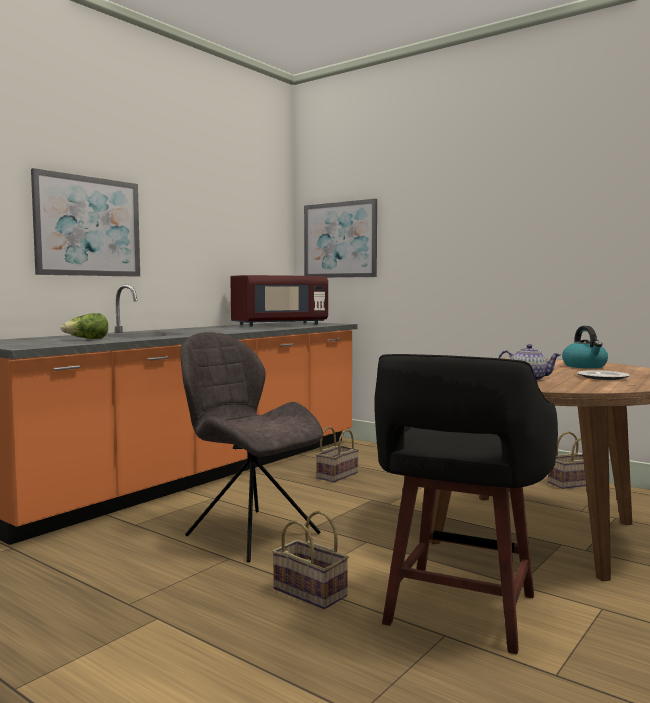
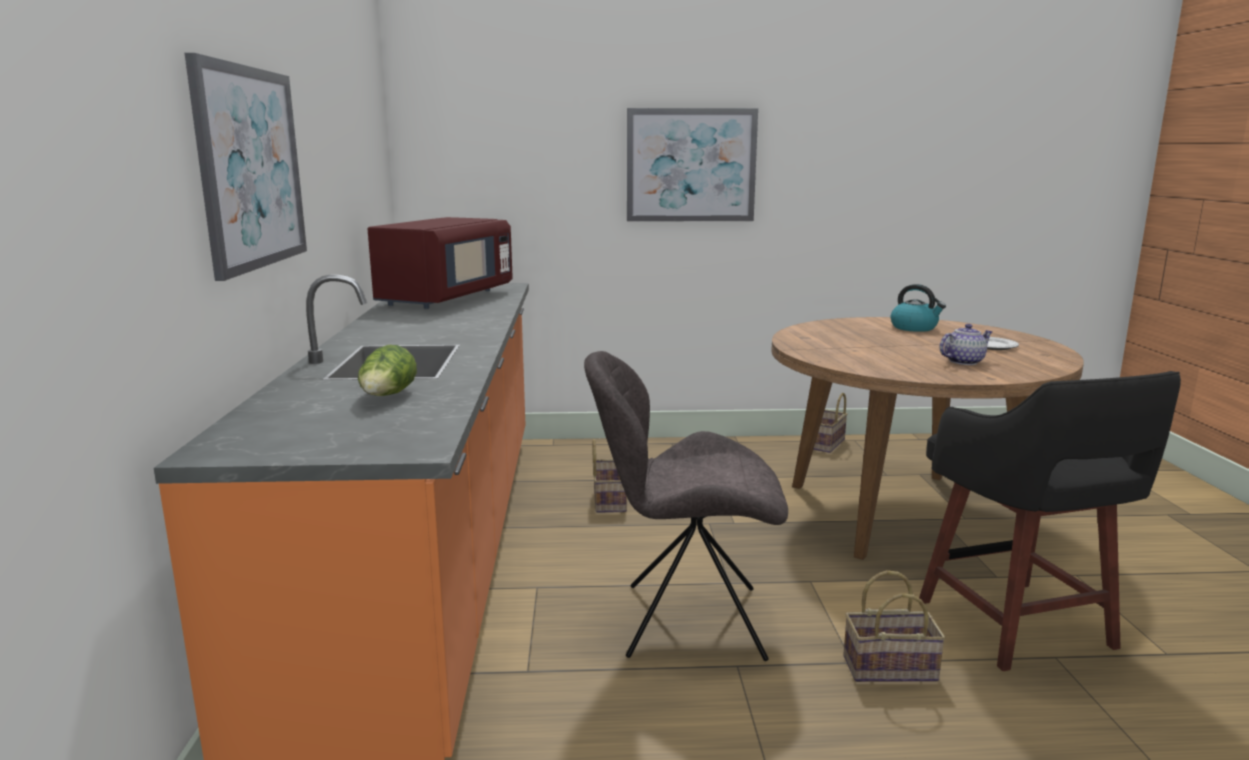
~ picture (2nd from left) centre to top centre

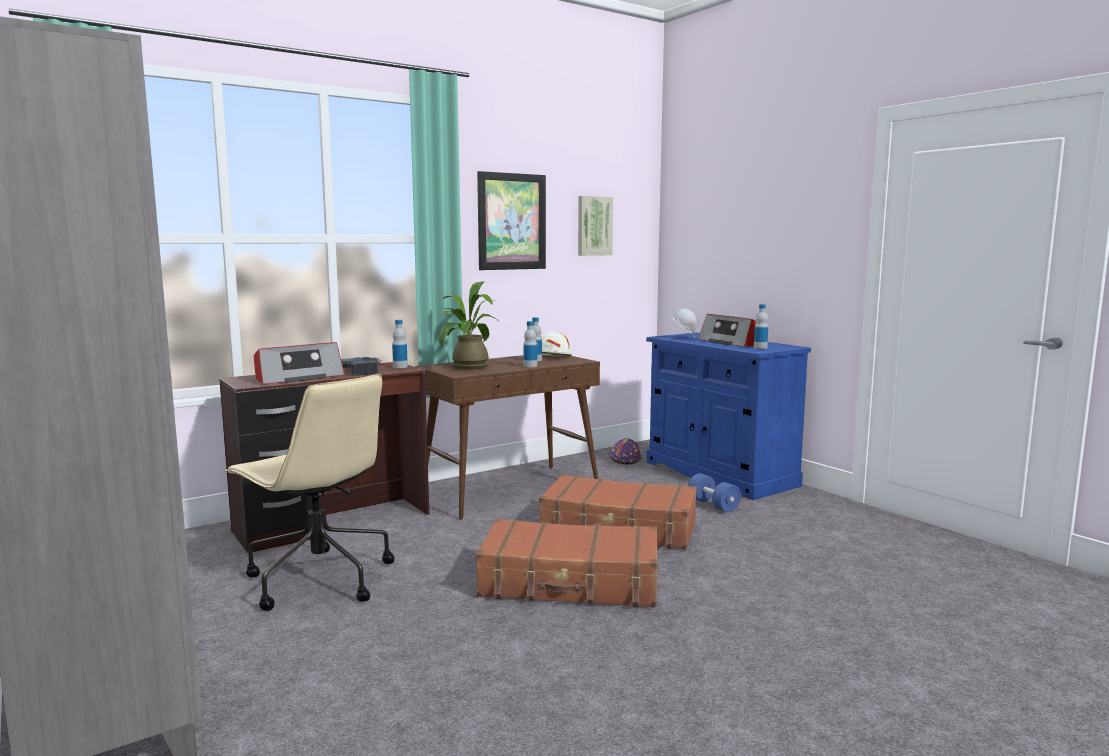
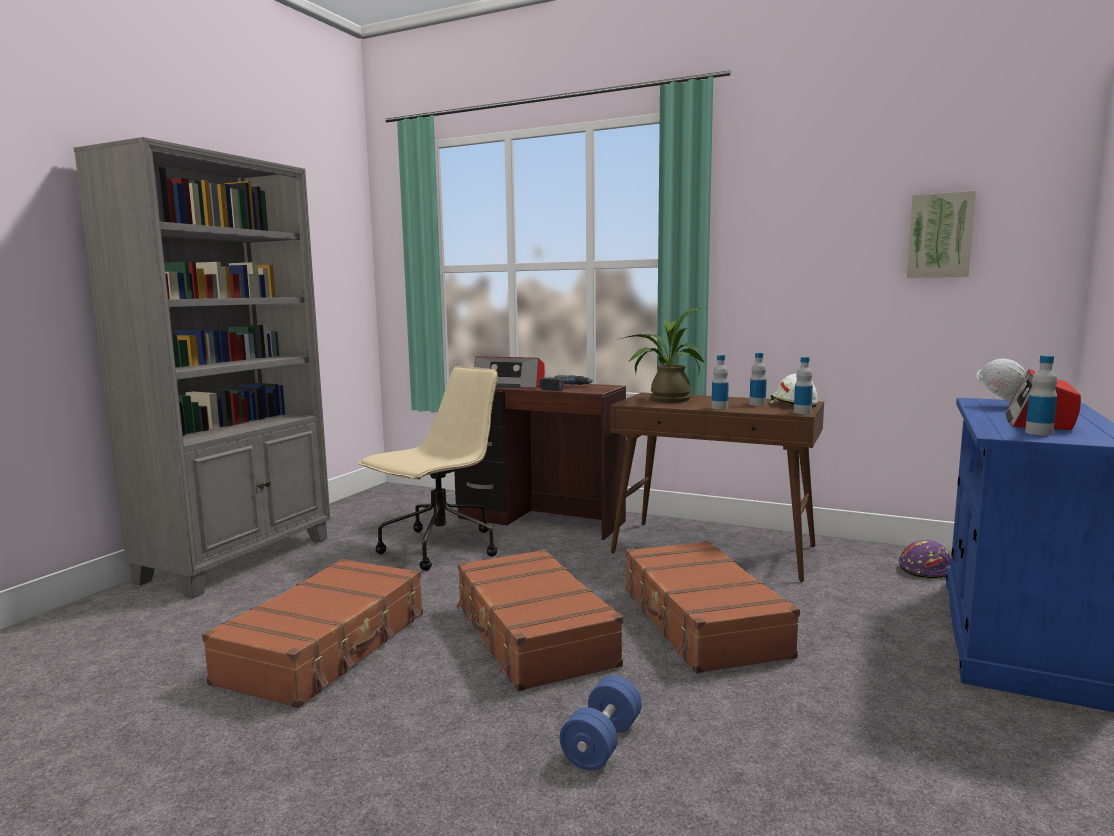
- picture (1st from left) top centre
~ bottle (1st from left in the first image) centre to bottle (3rd from left) middle right
~ office chair/beige middle left = centre 150 degrees counterclockwise
~ dumbbell/blue centre to bottom centre
+ suitcase/brown (1st from left) bottom left

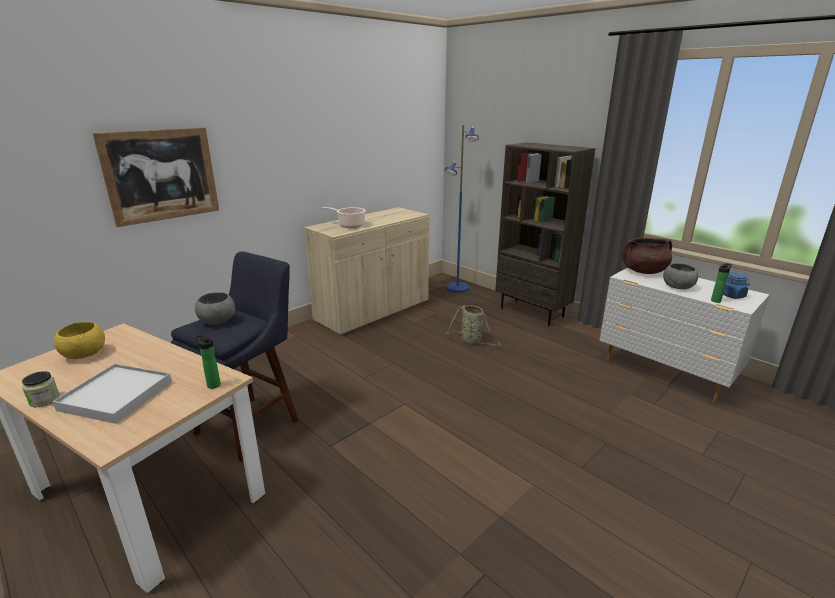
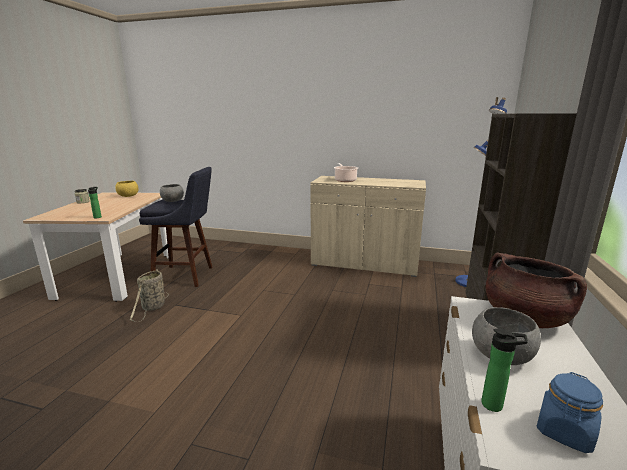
- picture top left
~ basket centre to middle left
- tray/white middle left

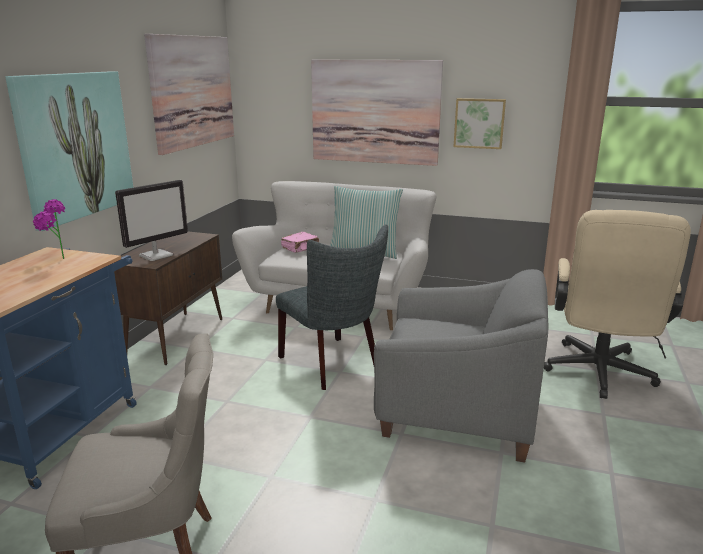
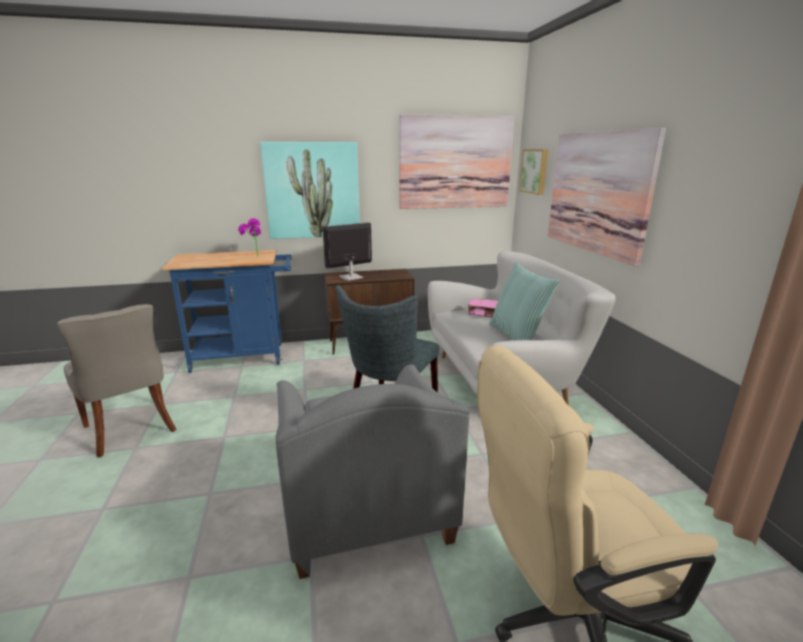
~ picture (4th from left in the first image) top right to picture (3rd from left) top centre
~ monitor middle left = centre 135 degrees clockwise

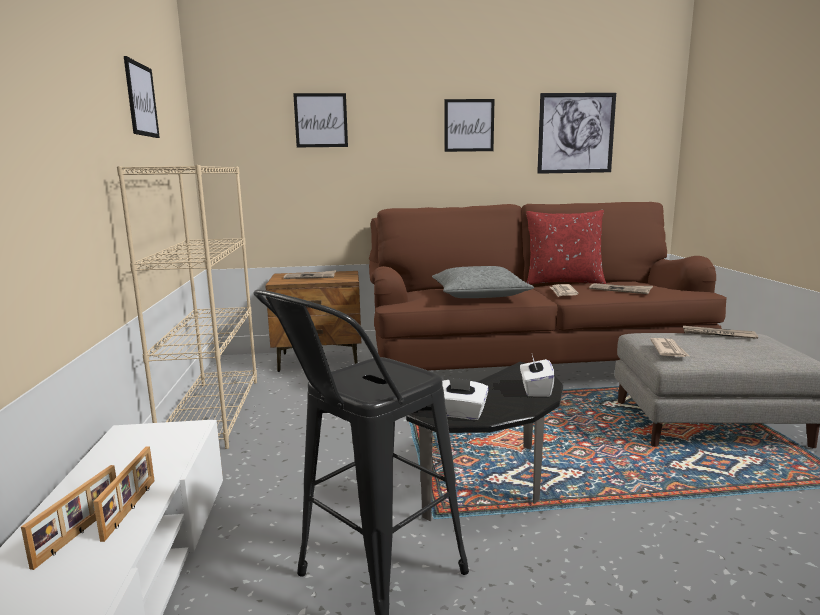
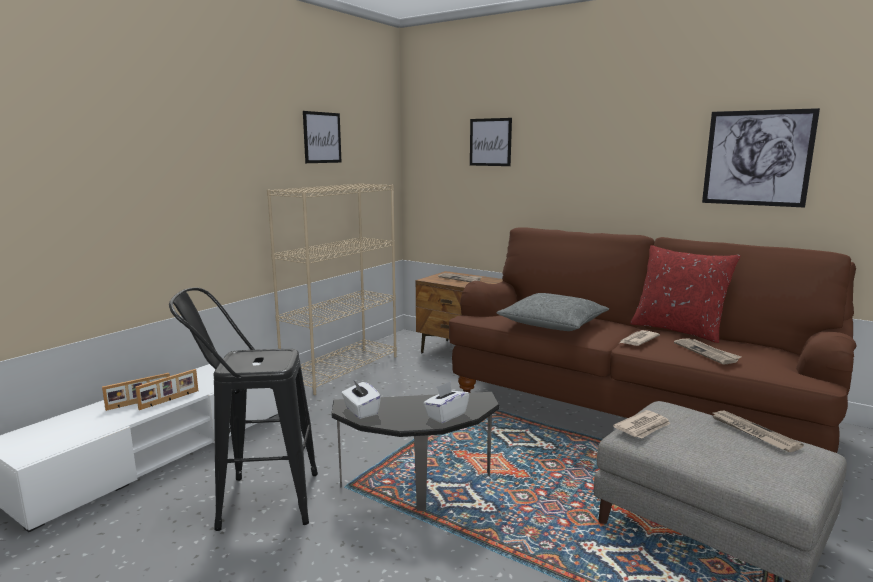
- picture (3rd from left) top centre

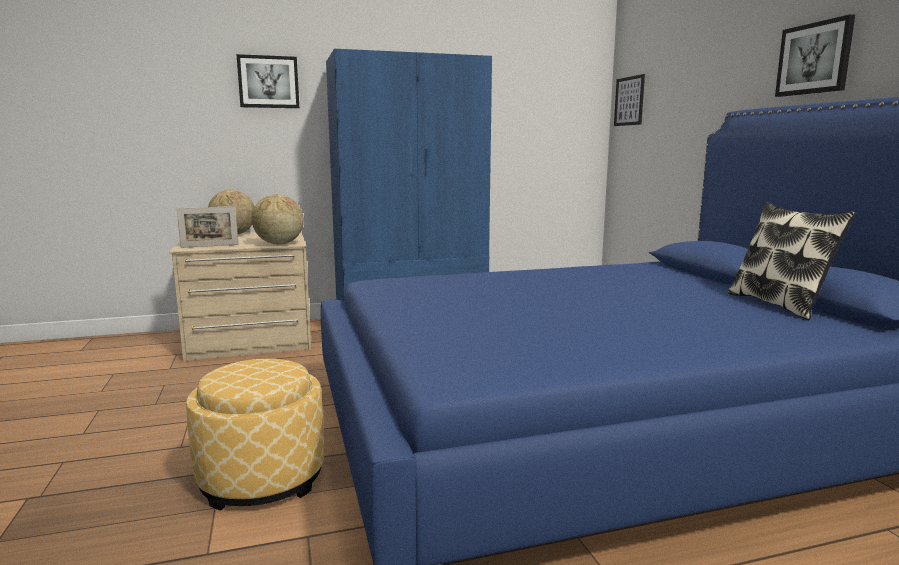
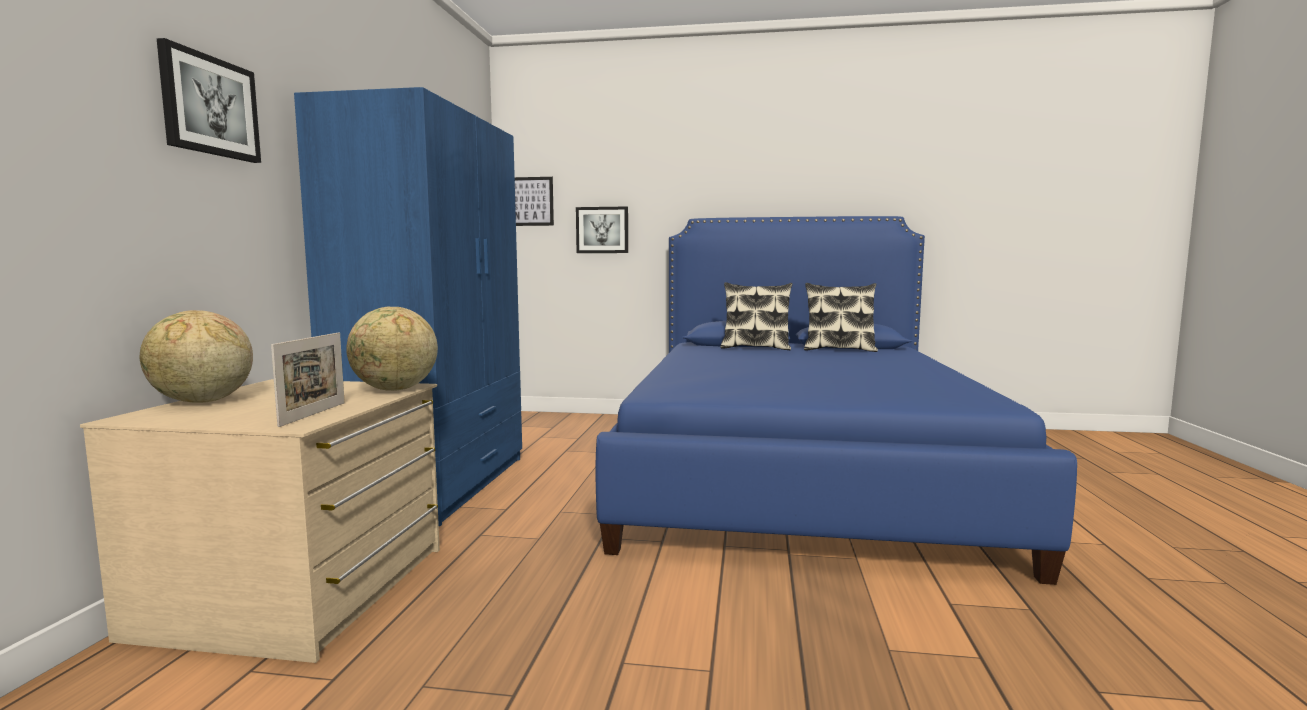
~ picture (3rd from left) top right to top centre
- ottoman bottom left
+ pillow (1st from left) centre

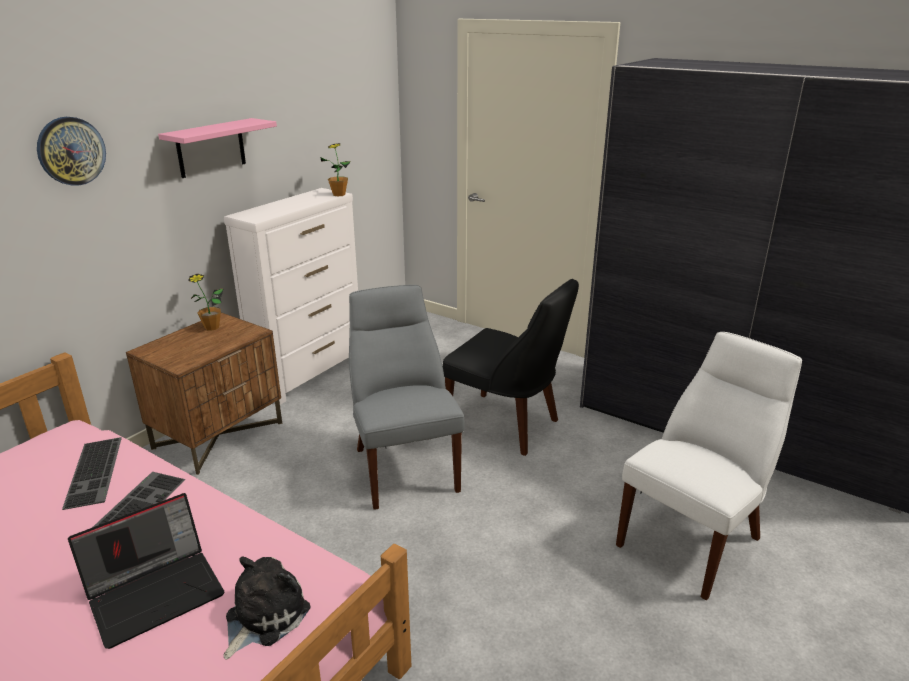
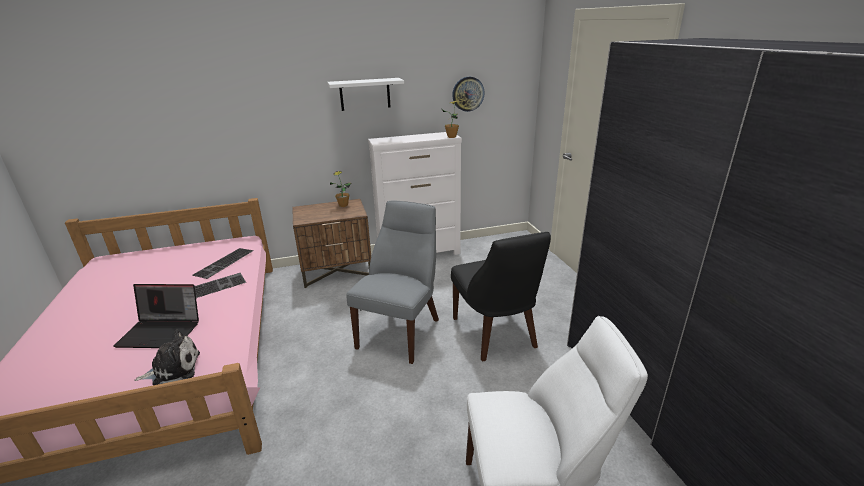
~ wall clock top left to top centre
~ shelf/pink top left to shelf/white top centre

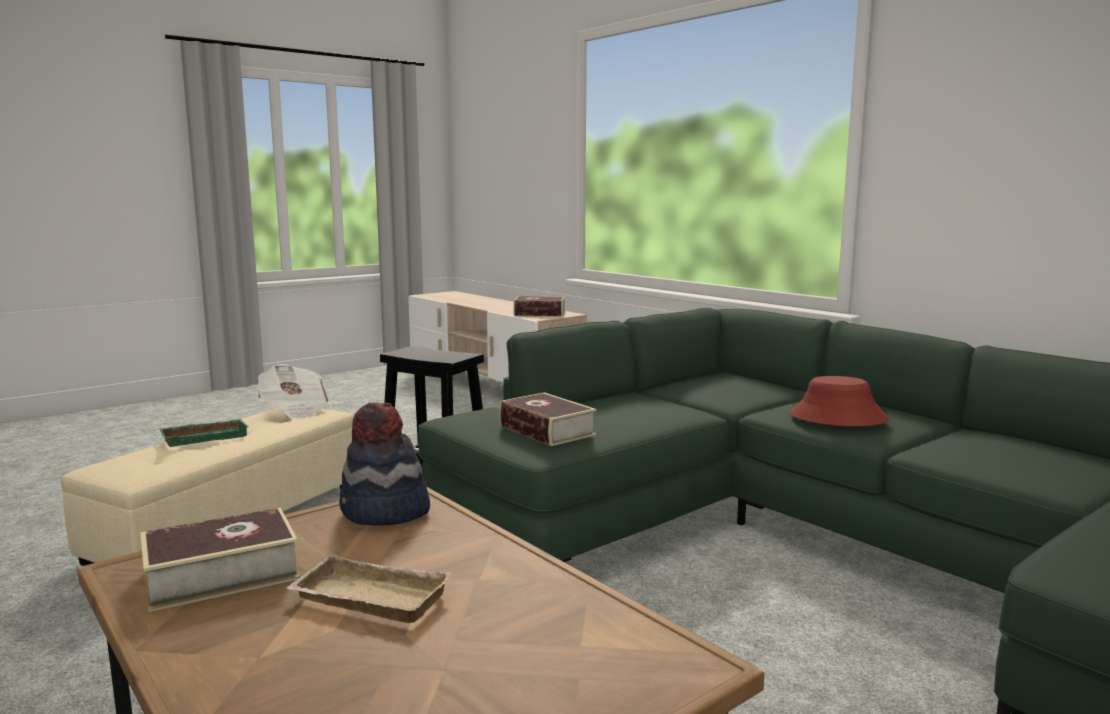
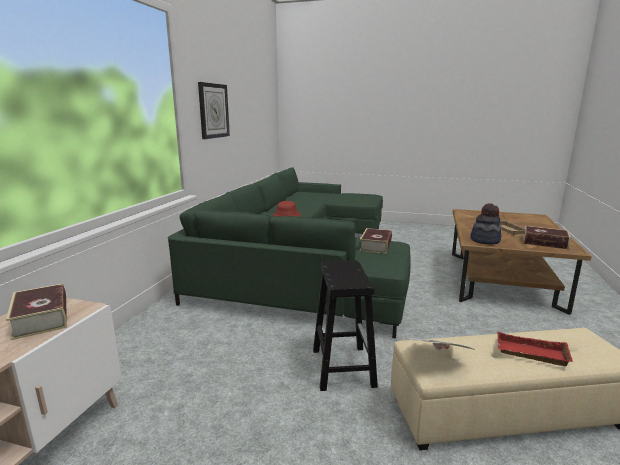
~ tray/green middle left to tray/red bottom right
+ wall clock top centre

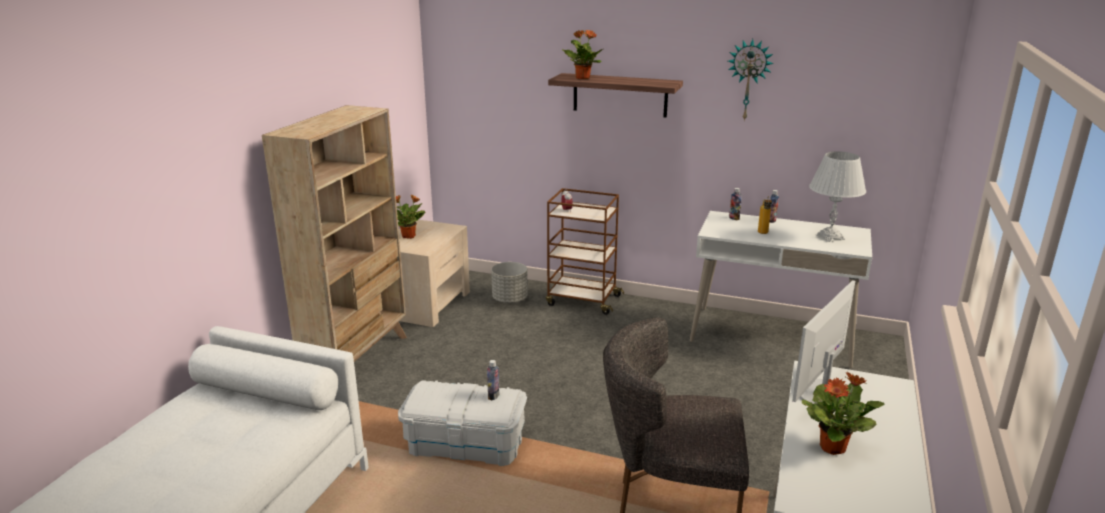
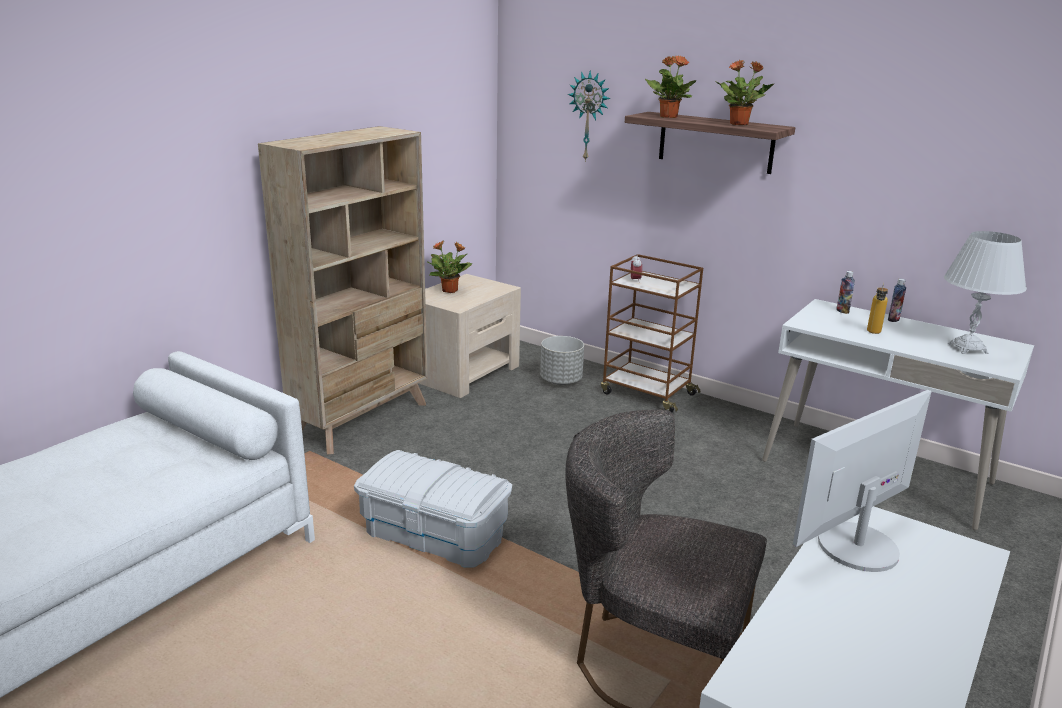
~ wall clock top right to top centre
- bottle (1st from left) bottom centre
~ potted plant (3rd from left) bottom right to top right

